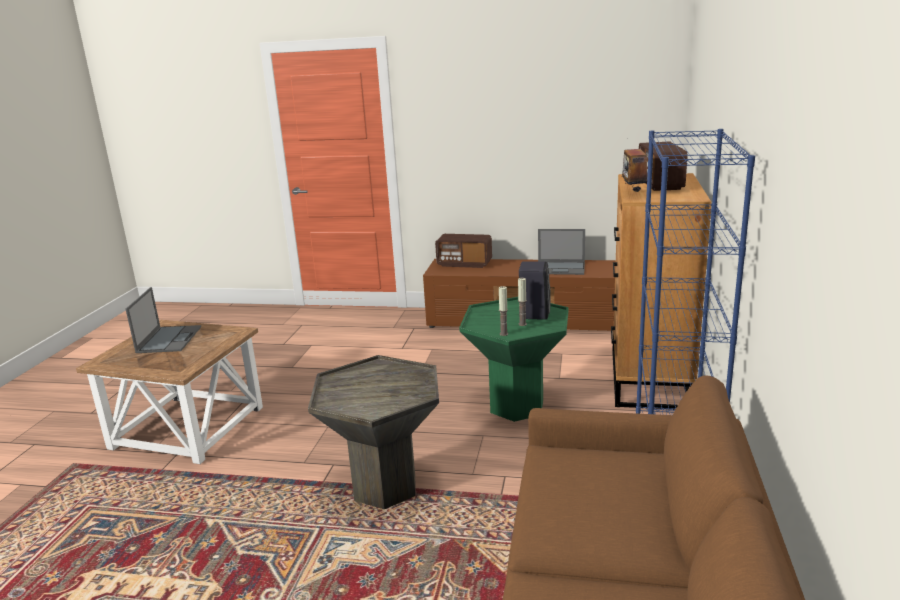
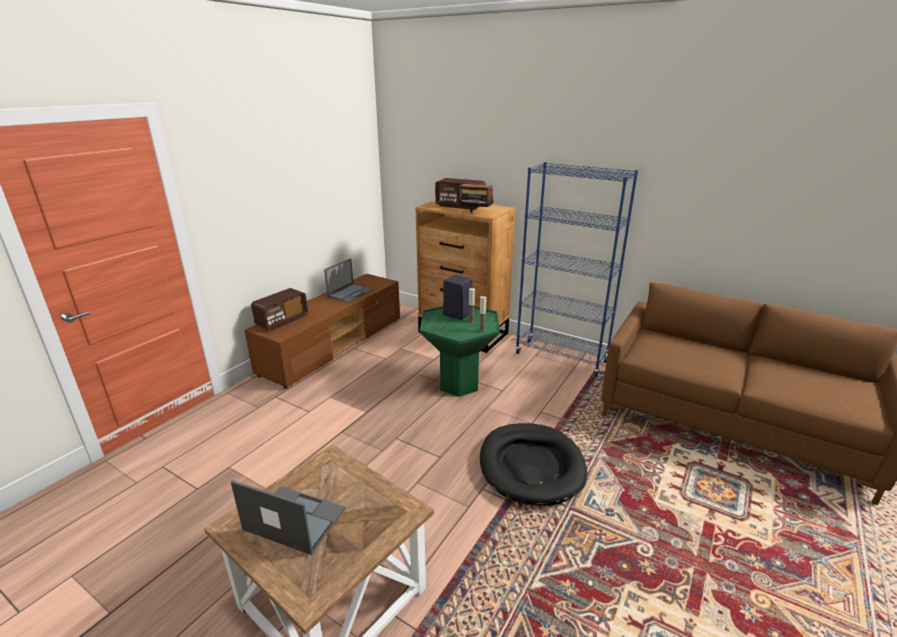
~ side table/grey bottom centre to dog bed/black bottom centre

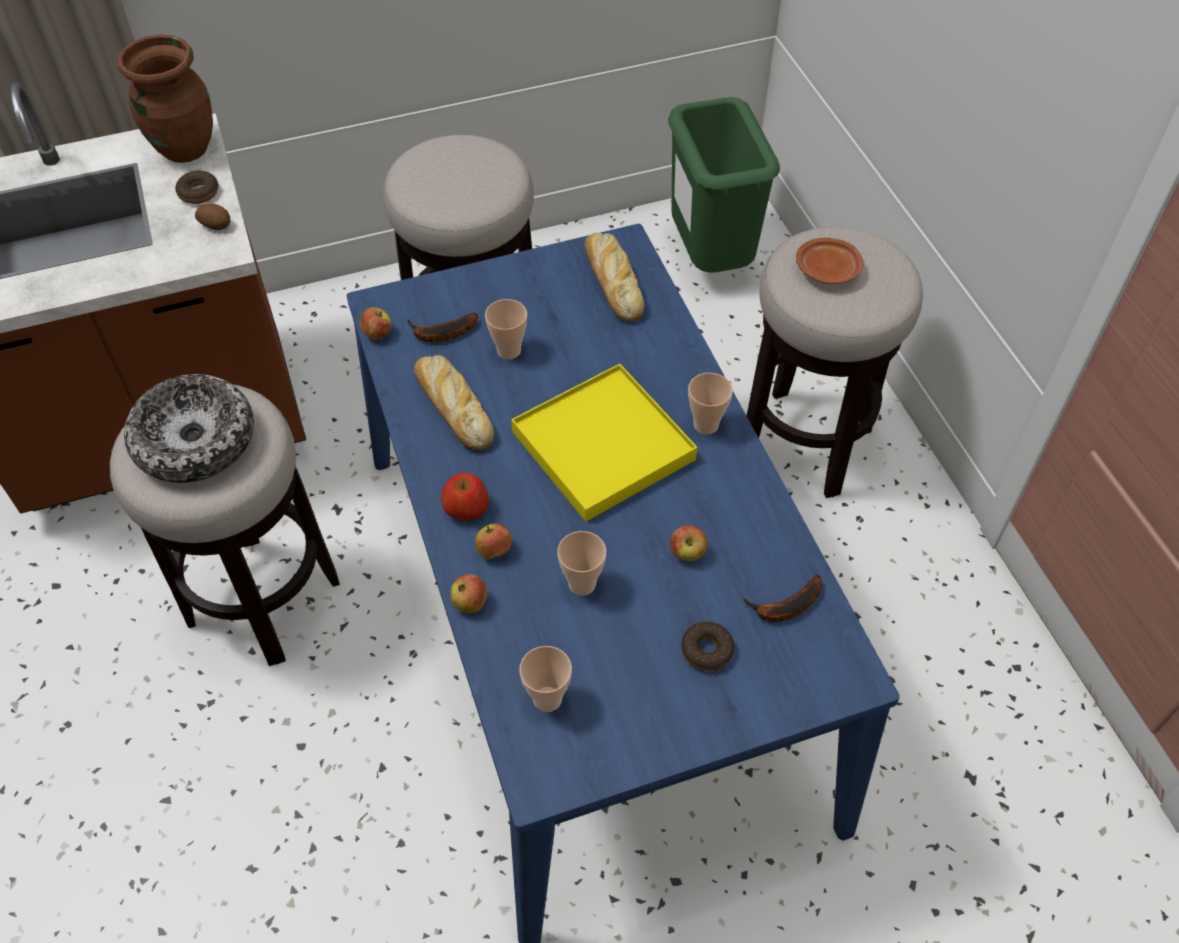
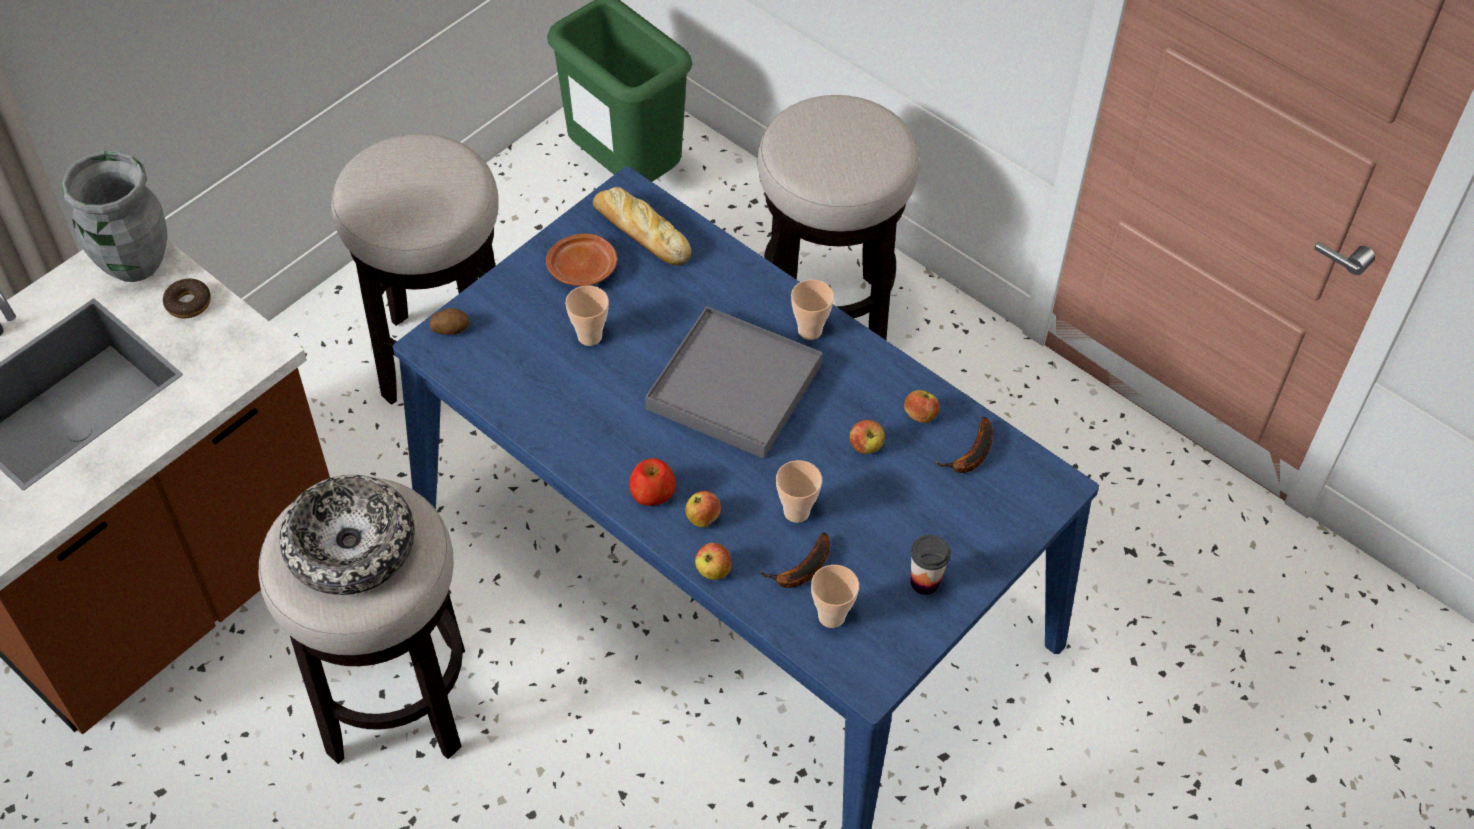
~ vase/brown top left to vase/grey top left
~ potato top left to middle left
~ plate/brown top right to top centre
~ apple (1st from left in the first image) middle left to apple (5th from left) centre
~ banana (1st from left) centre to bottom centre
- bread (1st from left) centre
~ tray/yellow centre to tray/grey centre
- donut (2nd from left) bottom centre
+ cup (5th from left) bottom centre

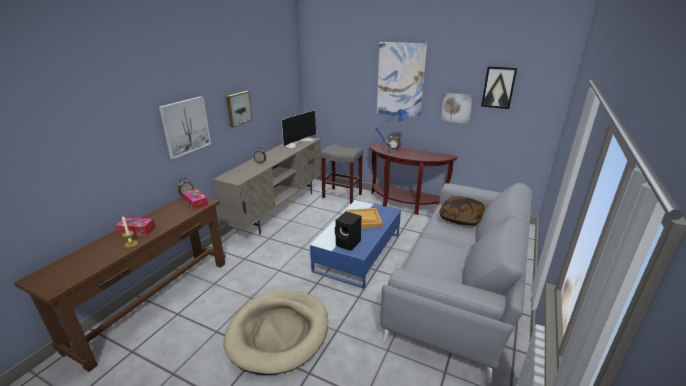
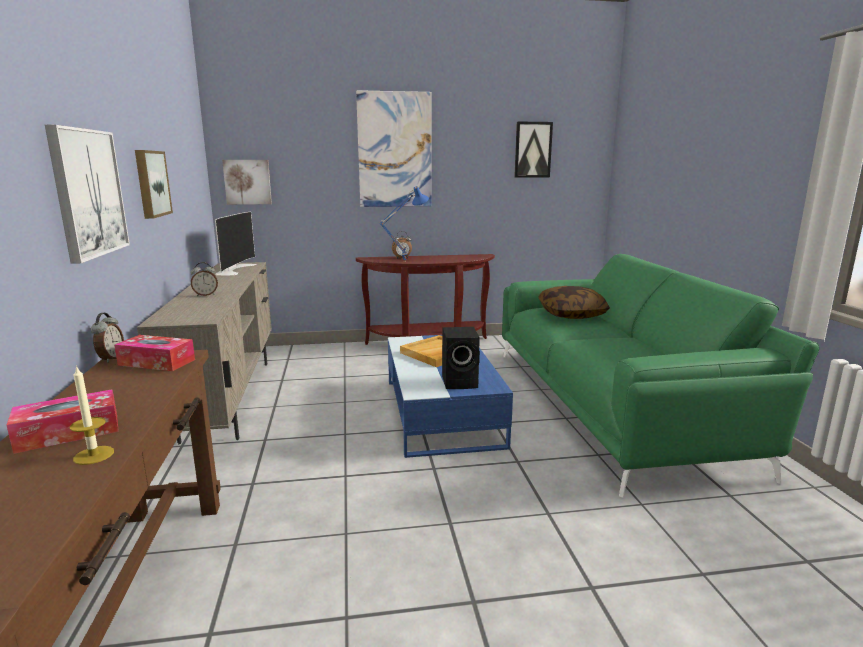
~ picture (4th from left in the first image) top centre to picture (3rd from left) top left
- stool/grey centre
~ sofa/grey bottom centre to sofa/green middle right
- dog bed/beige bottom centre

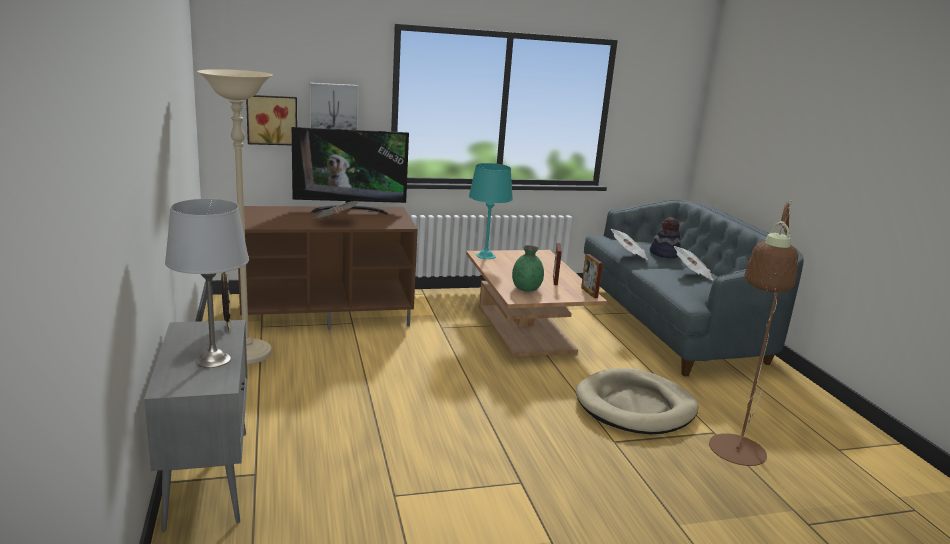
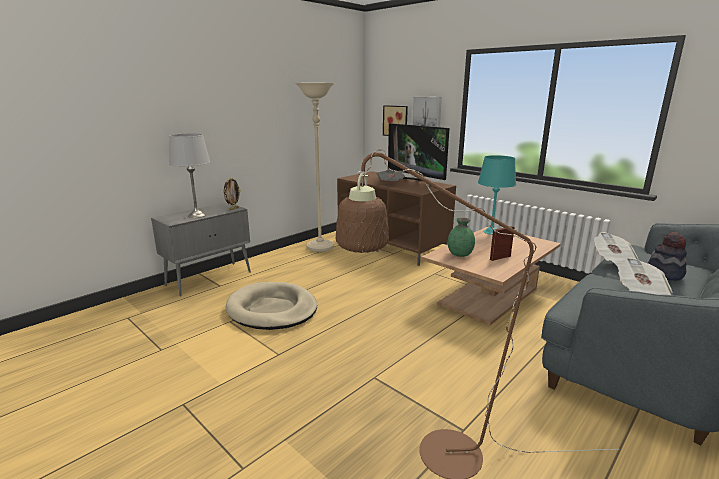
- picture frame (3rd from left) centre
~ dog bed/beige bottom right to centre

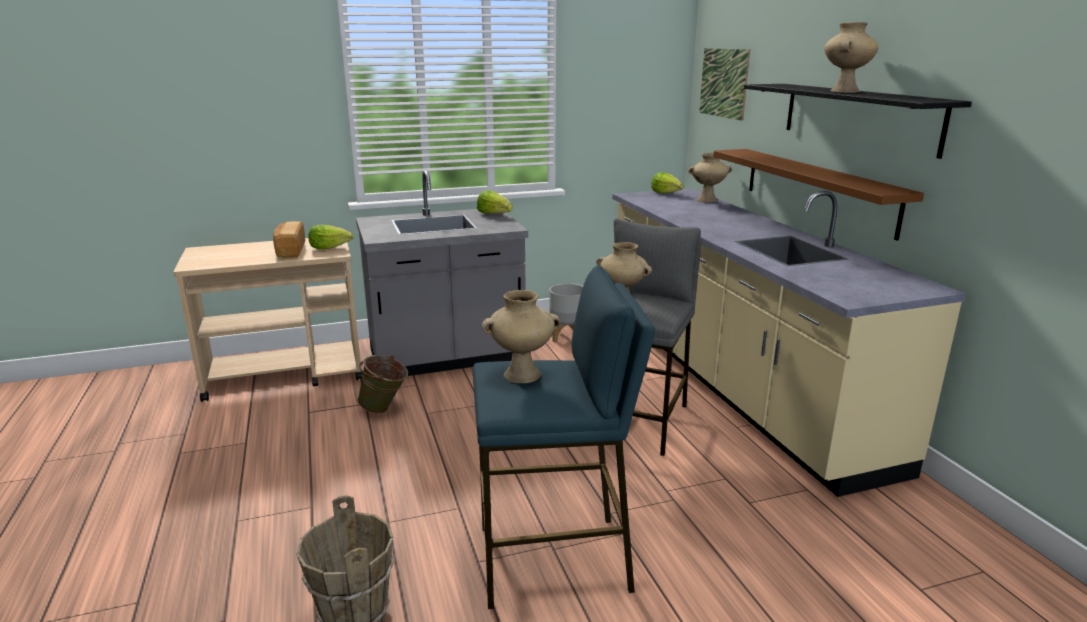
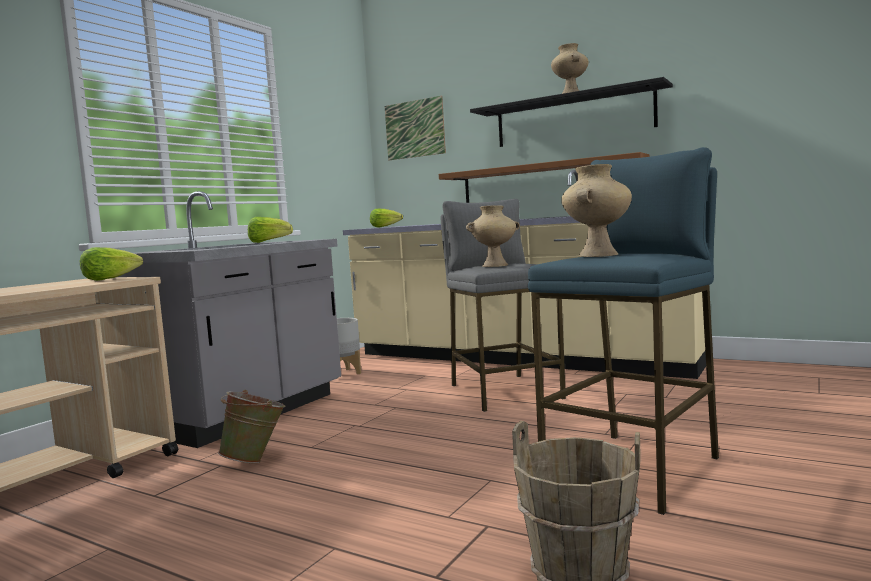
- vase/beige (3rd from left) top centre
- bread middle left

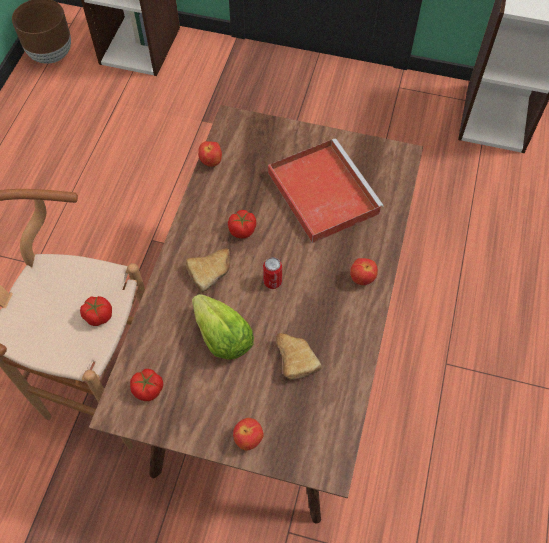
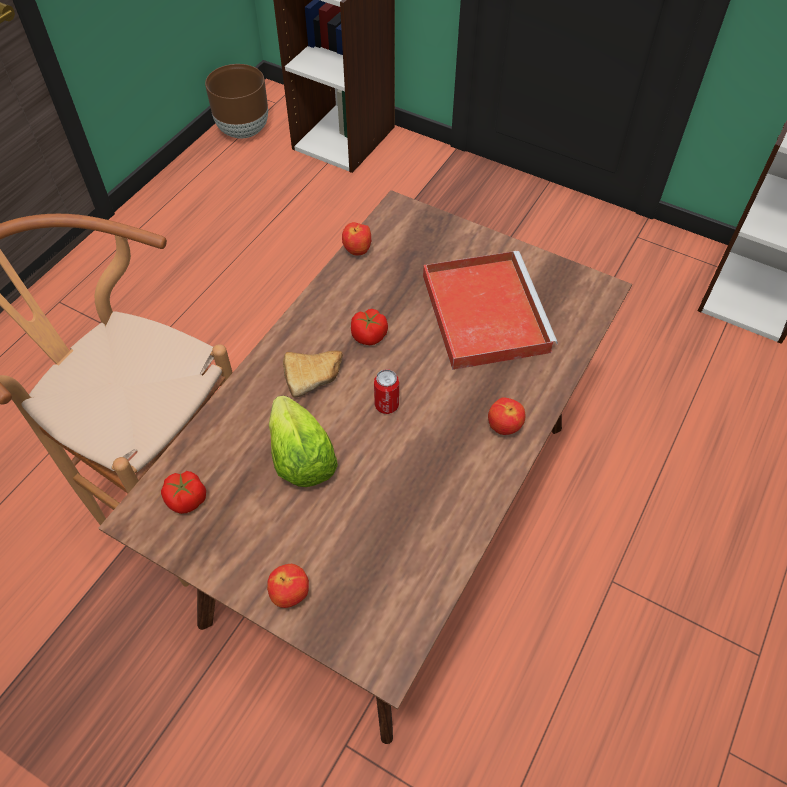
- tomato (1st from left) middle left
- bread (2nd from left) centre

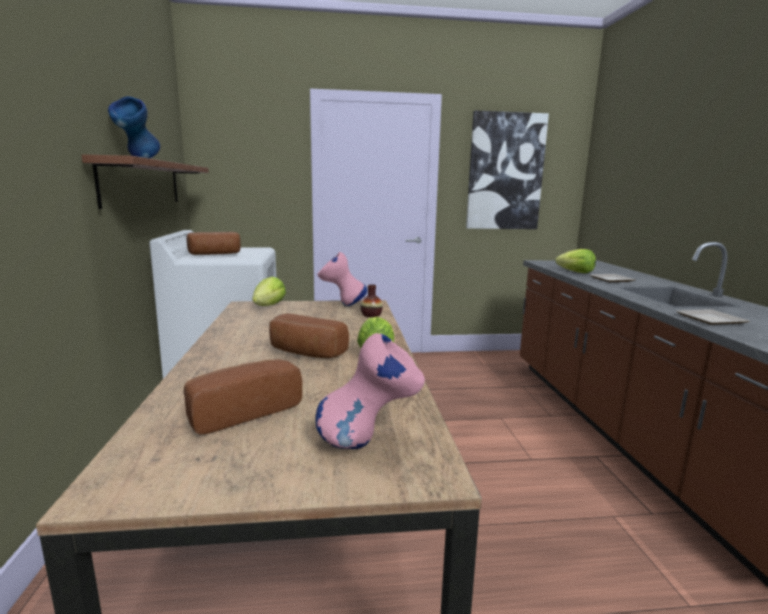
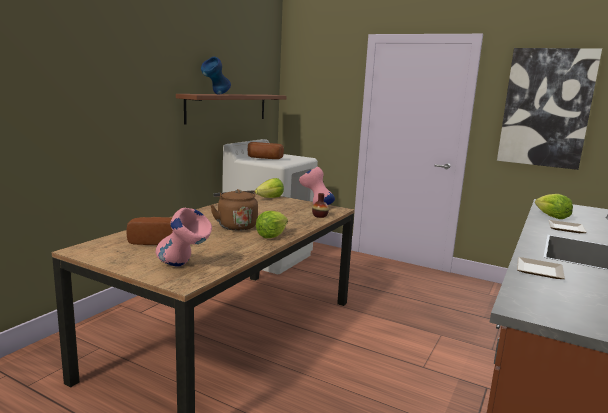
~ bread (3rd from left) centre to kettle/brown centre

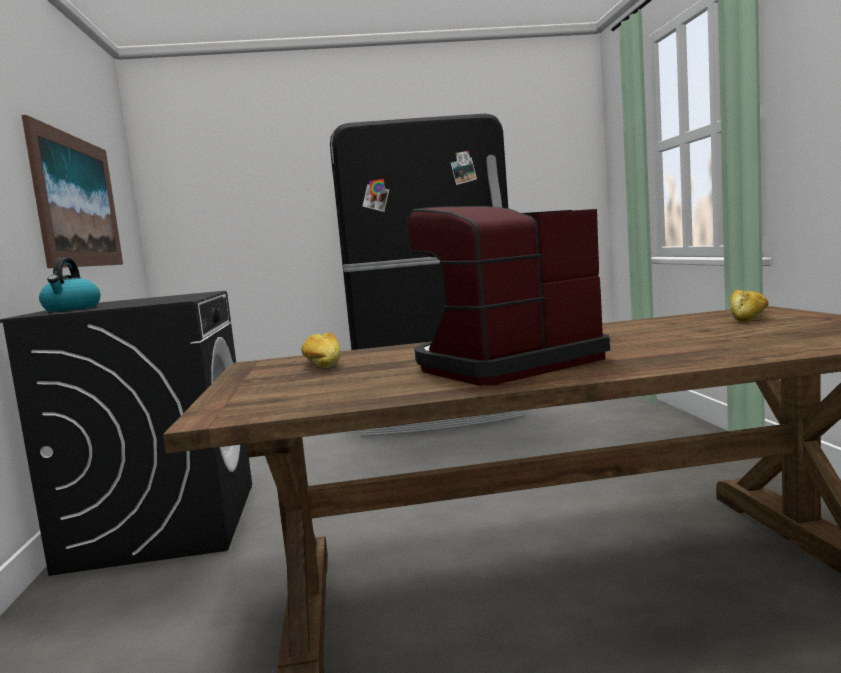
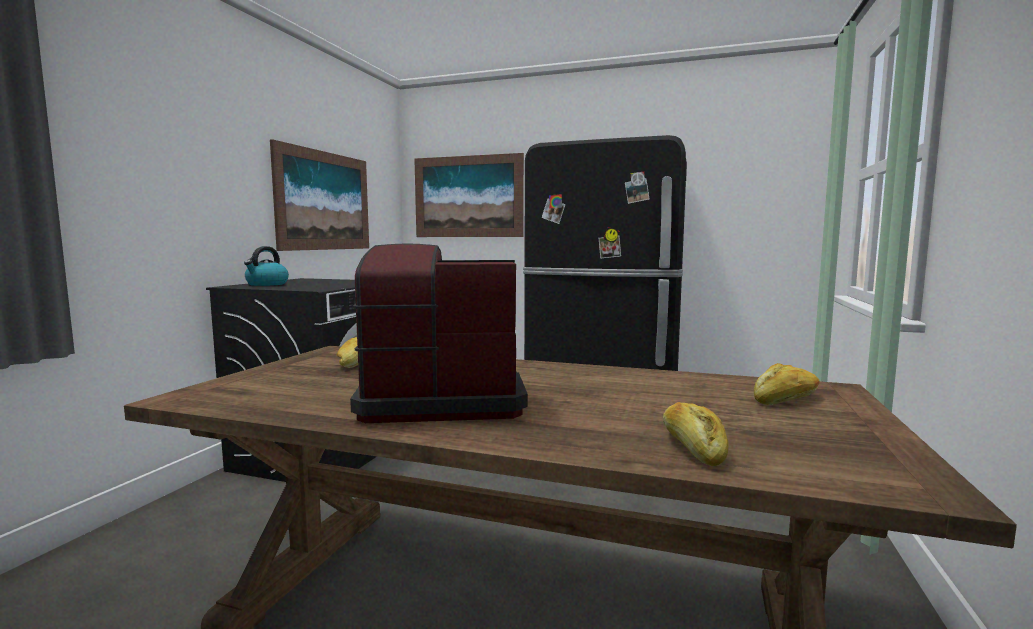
+ picture (2nd from left) top centre
+ bread (2nd from left) bottom right

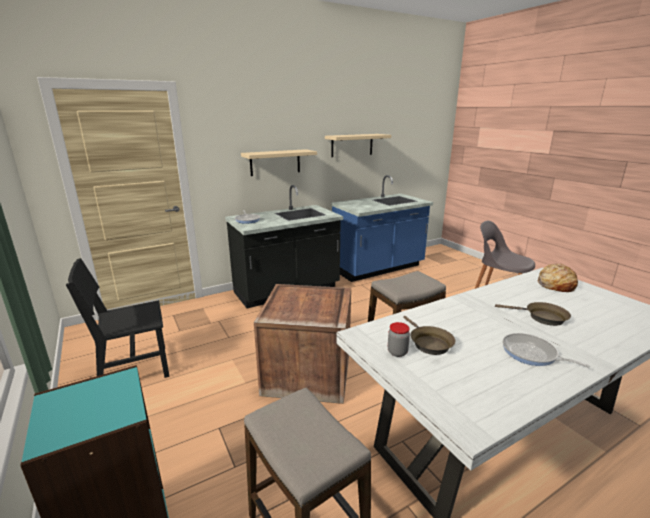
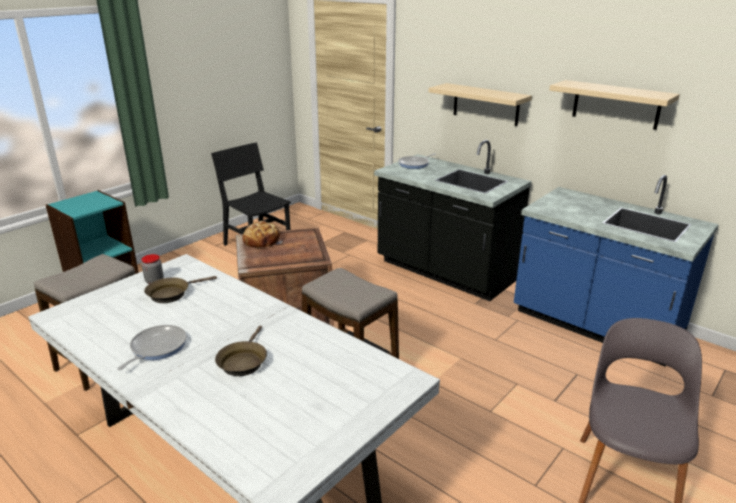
~ bread middle right to centre

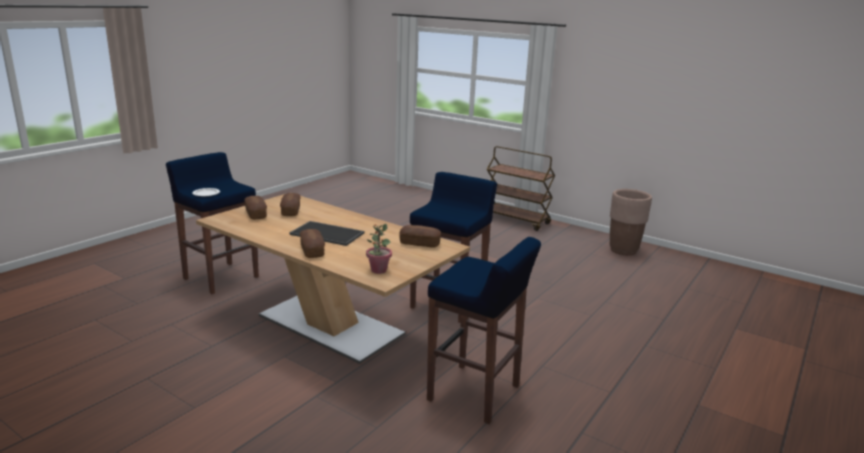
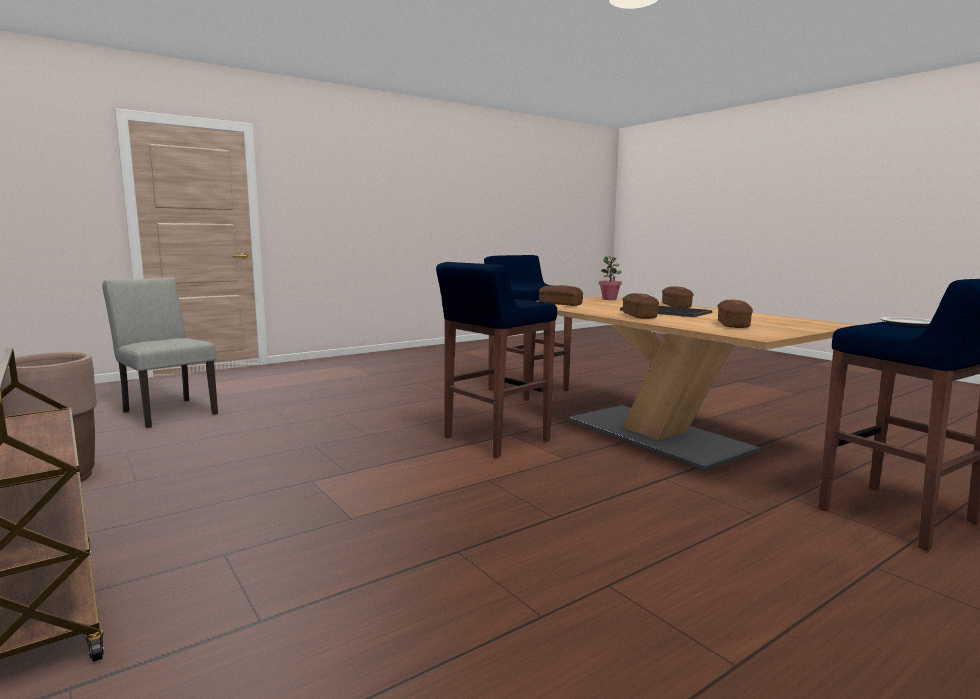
~ bread (1st from left in the first image) middle left to bread (2nd from left) centre
+ chair/grey middle left

